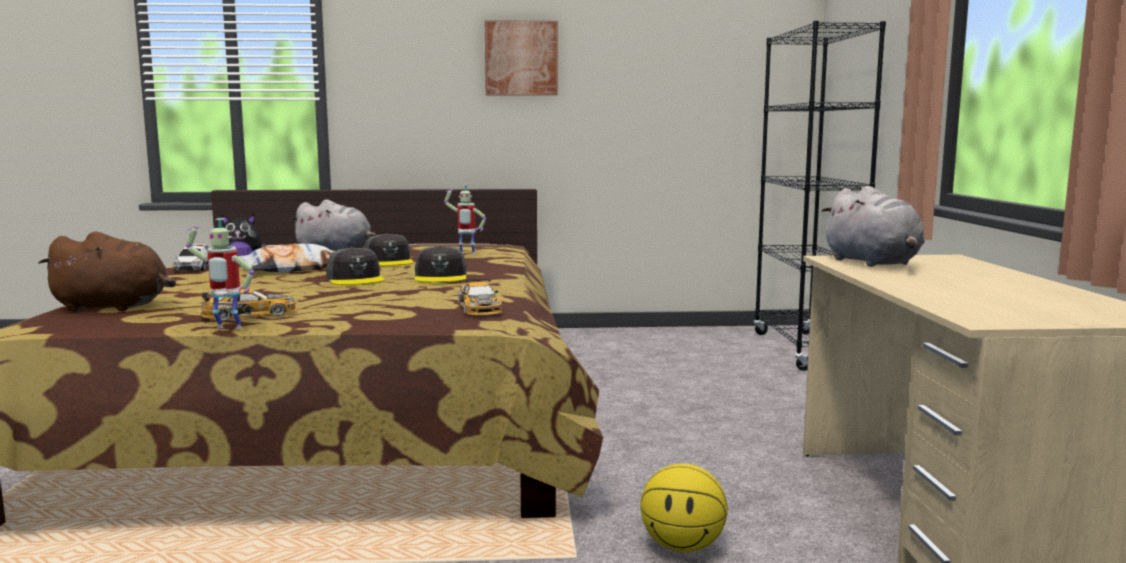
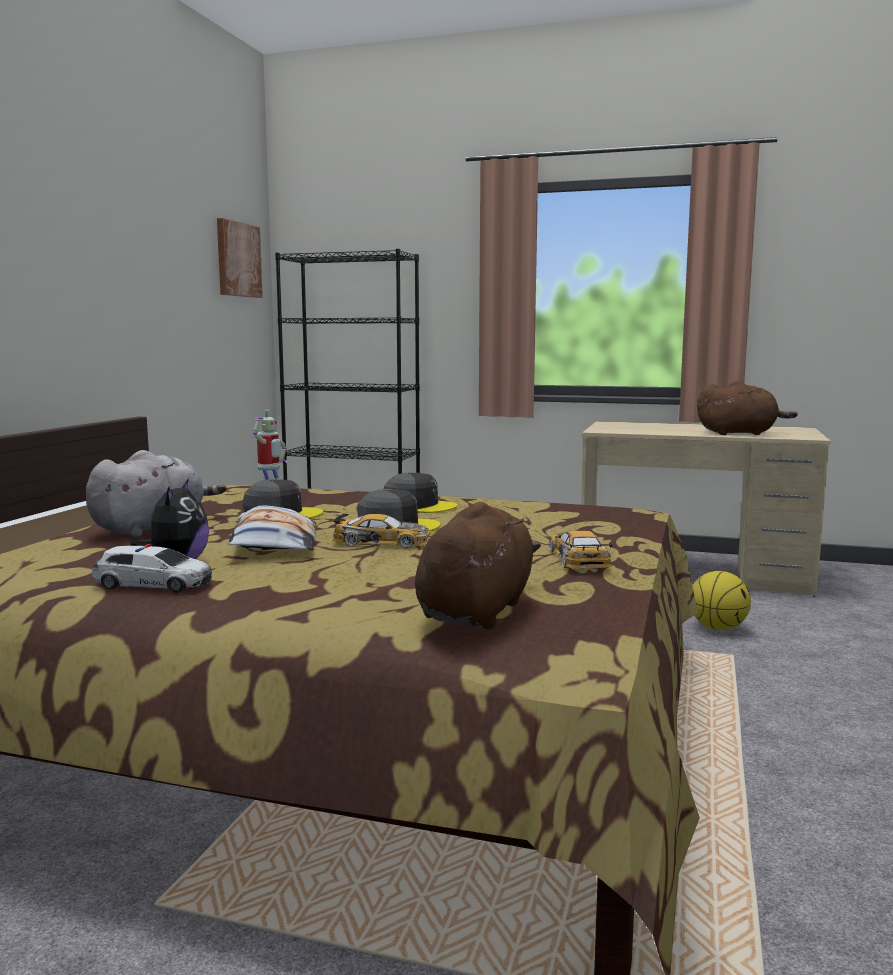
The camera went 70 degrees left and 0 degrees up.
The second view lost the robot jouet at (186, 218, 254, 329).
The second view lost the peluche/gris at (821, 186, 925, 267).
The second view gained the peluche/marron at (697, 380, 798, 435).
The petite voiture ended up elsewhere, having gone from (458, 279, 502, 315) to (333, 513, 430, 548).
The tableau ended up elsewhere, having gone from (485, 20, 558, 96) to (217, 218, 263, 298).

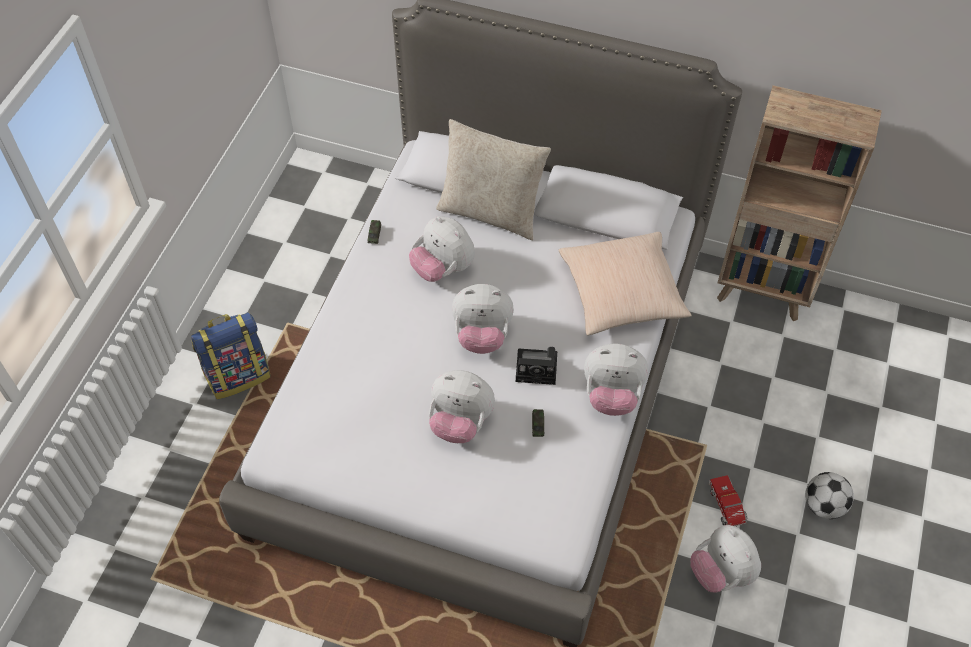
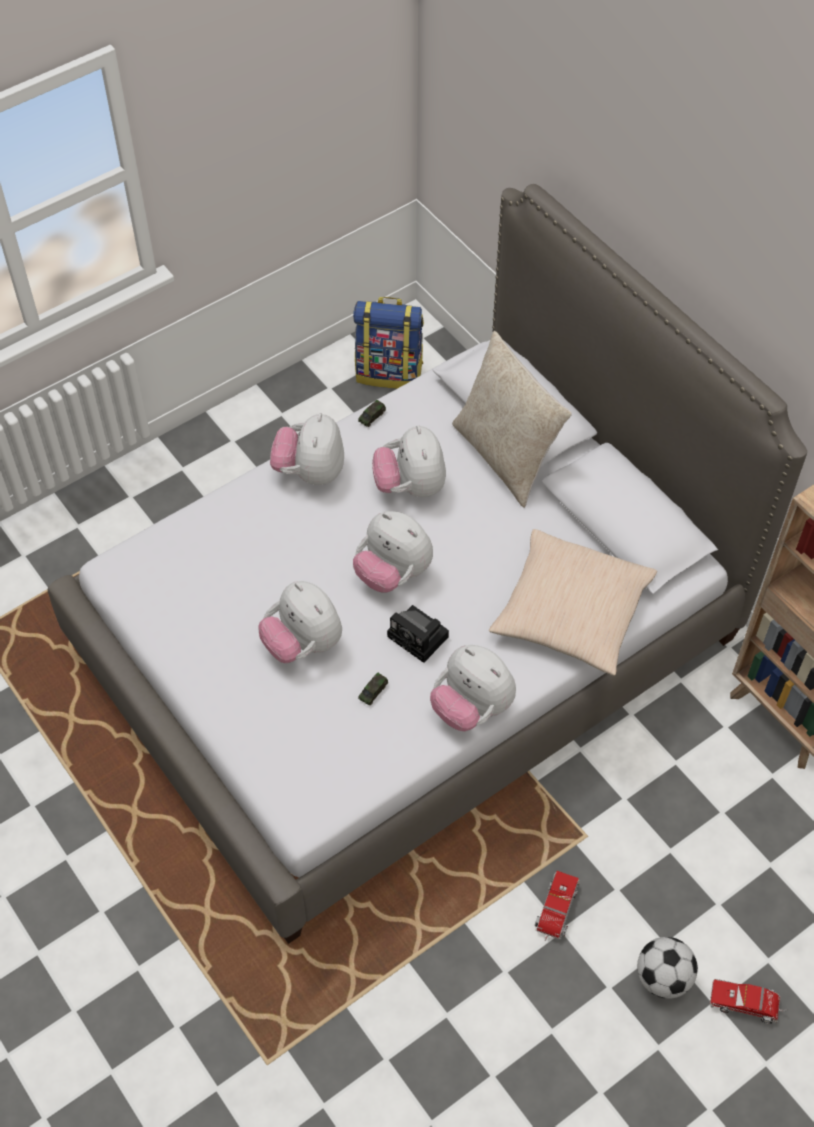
The camera went 35 degrees right and 0 degrees up.
The second view gained the camion jouet at (710, 979, 788, 1024).
The sac à dos ended up elsewhere, having gone from (191, 312, 271, 399) to (353, 297, 424, 389).
The peluche ended up elsewhere, having gone from (690, 525, 761, 593) to (270, 413, 344, 485).

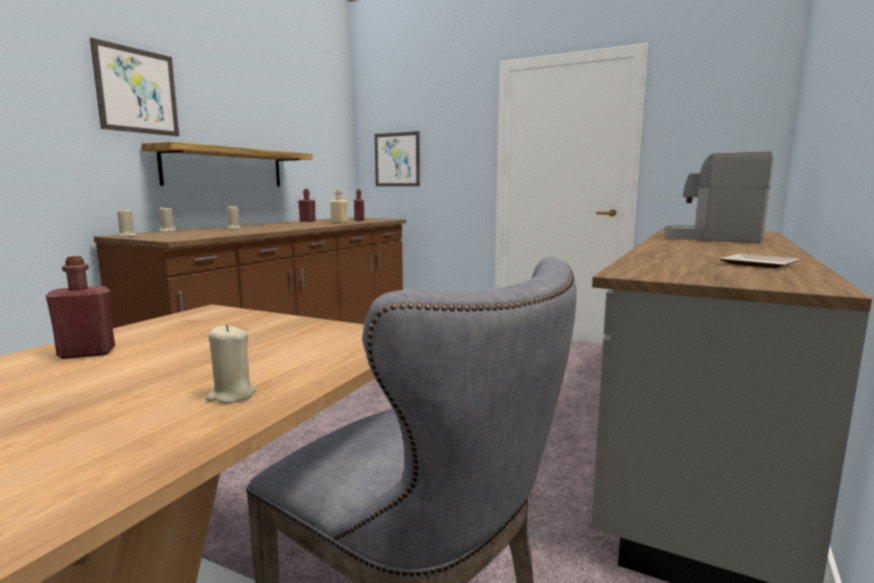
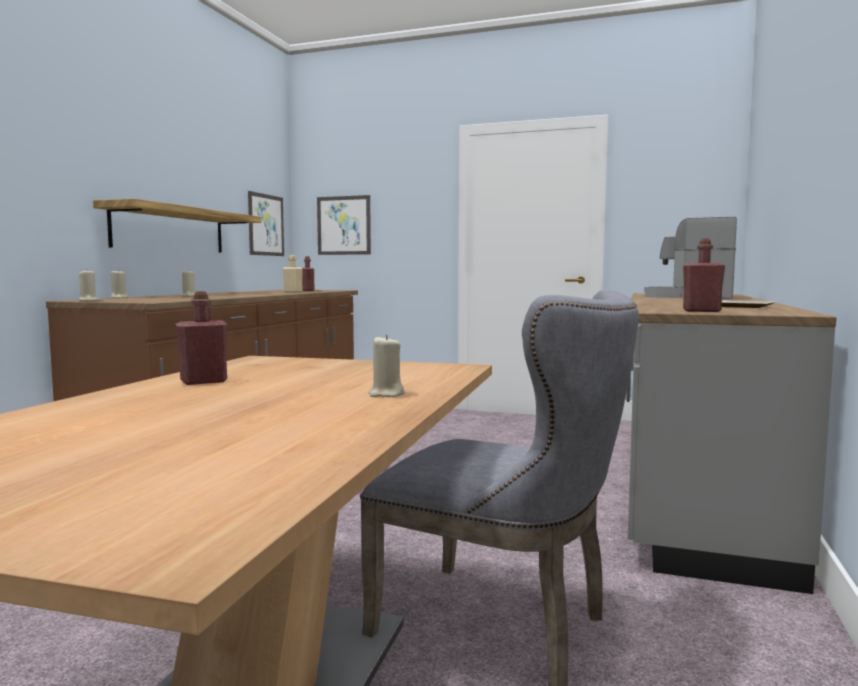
The camera went 10 degrees left and 5 degrees down.
The tableau ended up elsewhere, having gone from (90, 38, 179, 136) to (248, 191, 284, 256).
The bouteille/rouge ended up elsewhere, having gone from (298, 189, 316, 222) to (683, 239, 725, 312).

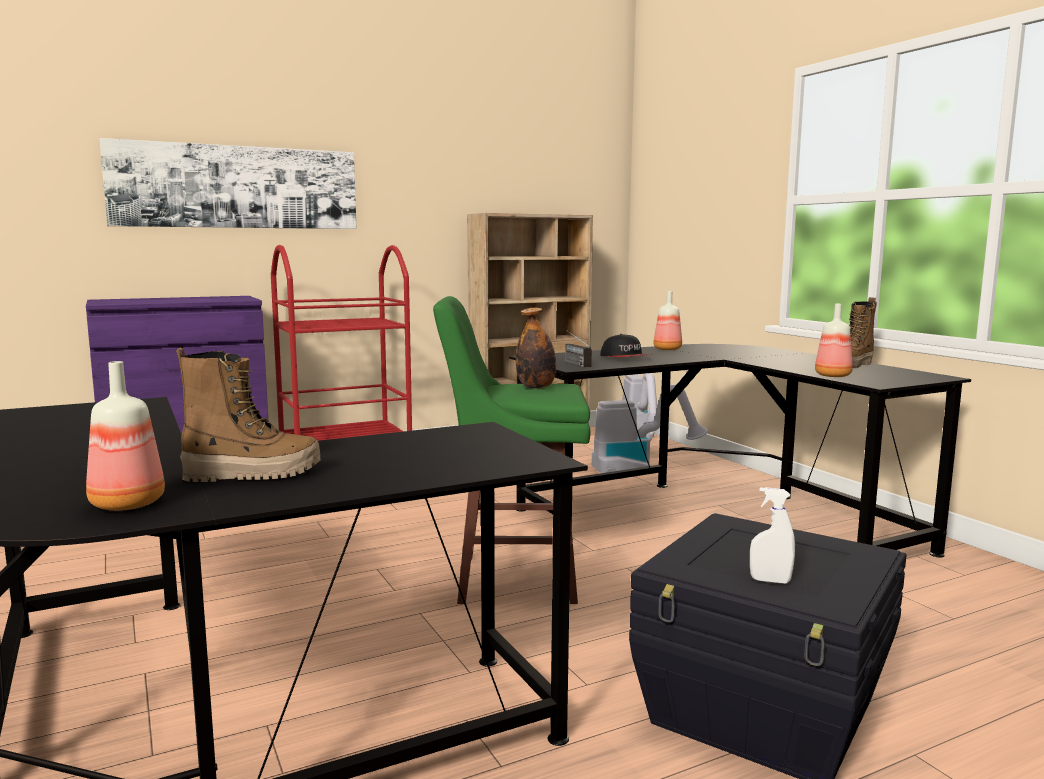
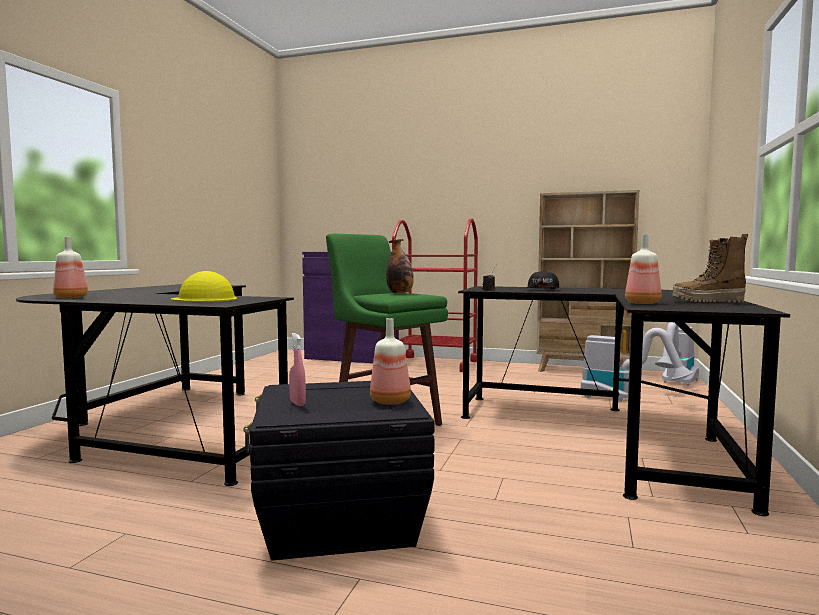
The camera went 45 degrees right and 5 degrees down.
The second view lost the tableau at (100, 138, 356, 229).
The second view lost the botte at (176, 348, 320, 482).
The second view gained the casque de chantier/jaune at (171, 271, 237, 302).
The bouteille ended up elsewhere, having gone from (654, 291, 682, 350) to (370, 318, 411, 405).
What was the vaporisateur/blanc at (750, 487, 795, 584) turned into the vaporisateur/rose at (289, 333, 306, 406).

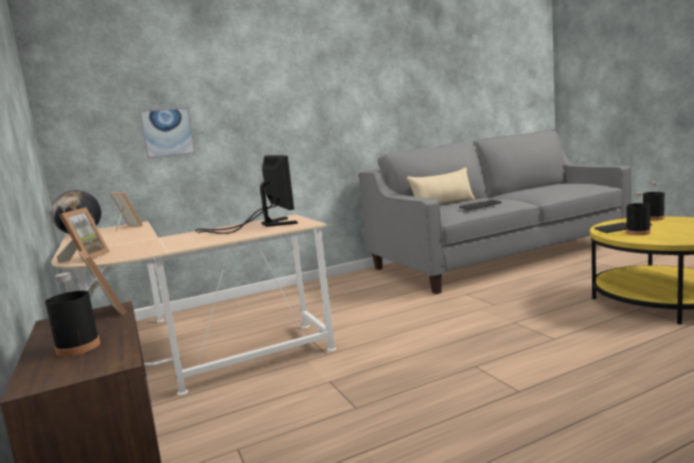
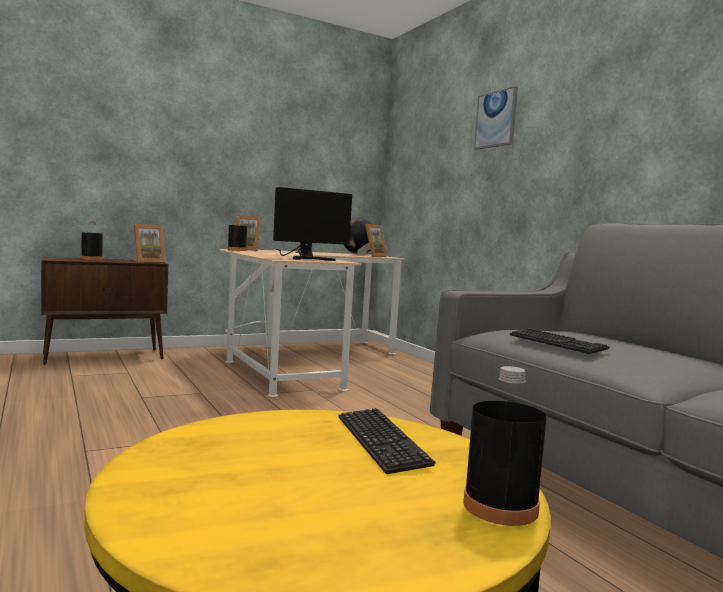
The camera went 85 degrees right and 5 degrees down.
The second view lost the coussin/beige at (407, 167, 475, 205).
The tableau ended up elsewhere, having gone from (139, 107, 195, 159) to (474, 86, 518, 150).
The bouteille/noir ended up elsewhere, having gone from (626, 192, 651, 235) to (228, 214, 247, 251).

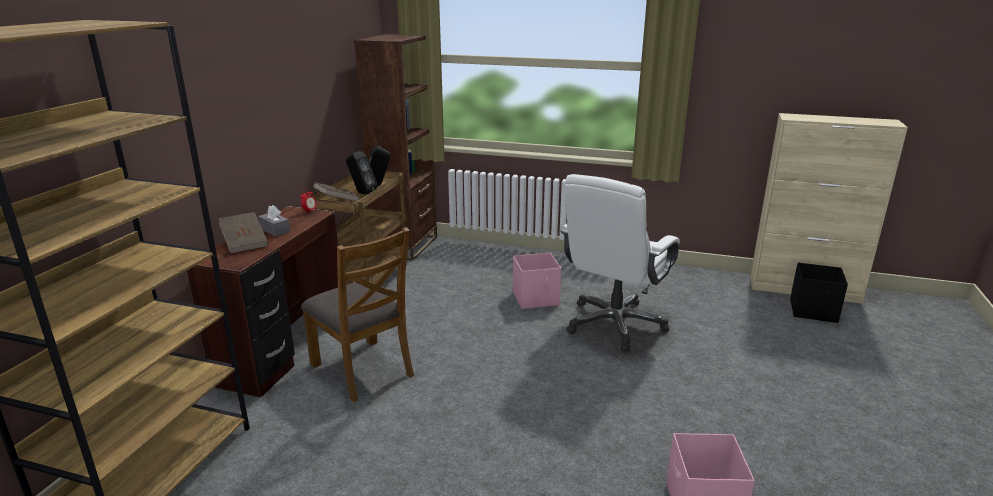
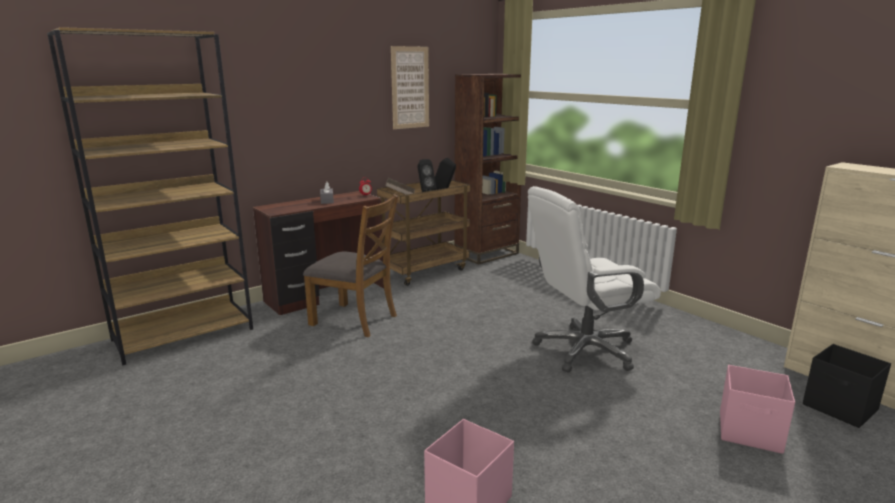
The camera went 35 degrees right and 5 degrees down.
The second view lost the livre/marron at (218, 212, 269, 254).
The second view gained the tableau at (391, 46, 429, 129).
The boîte de rangement/rose ended up elsewhere, having gone from (513, 253, 561, 309) to (720, 365, 795, 454).
The chaise/marron at (301, 227, 414, 403) ended up facing another way, 60 degrees counterclockwise from before.

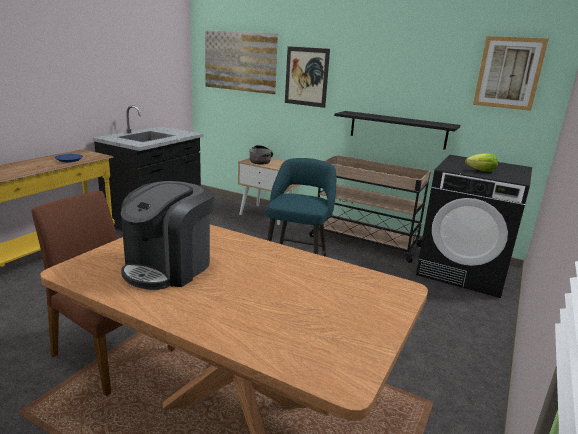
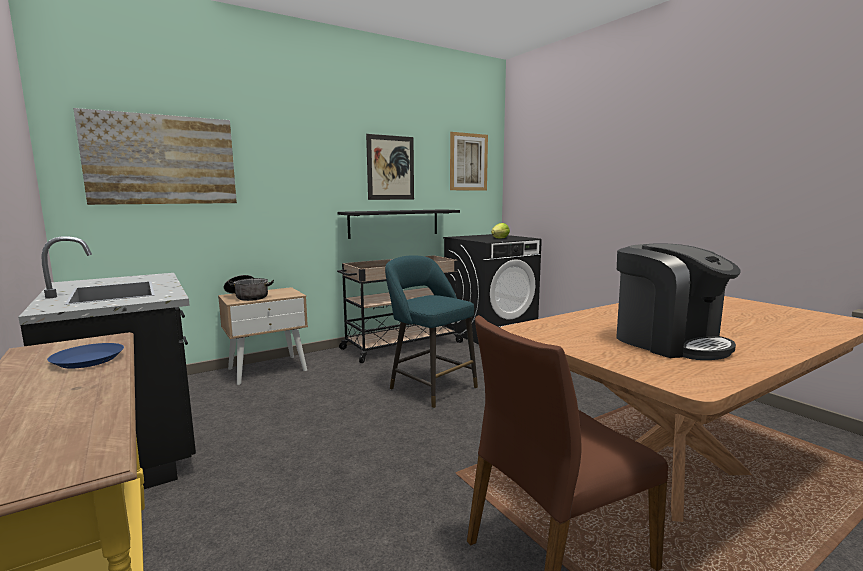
The camera went 60 degrees left and 10 degrees down.
The tableau ended up elsewhere, having gone from (285, 46, 330, 108) to (366, 134, 414, 200).

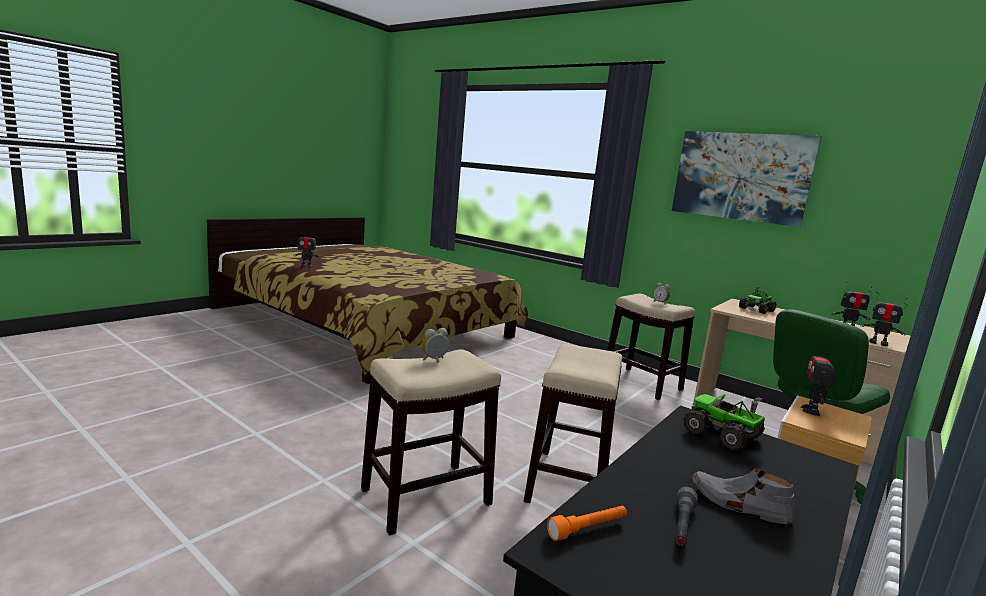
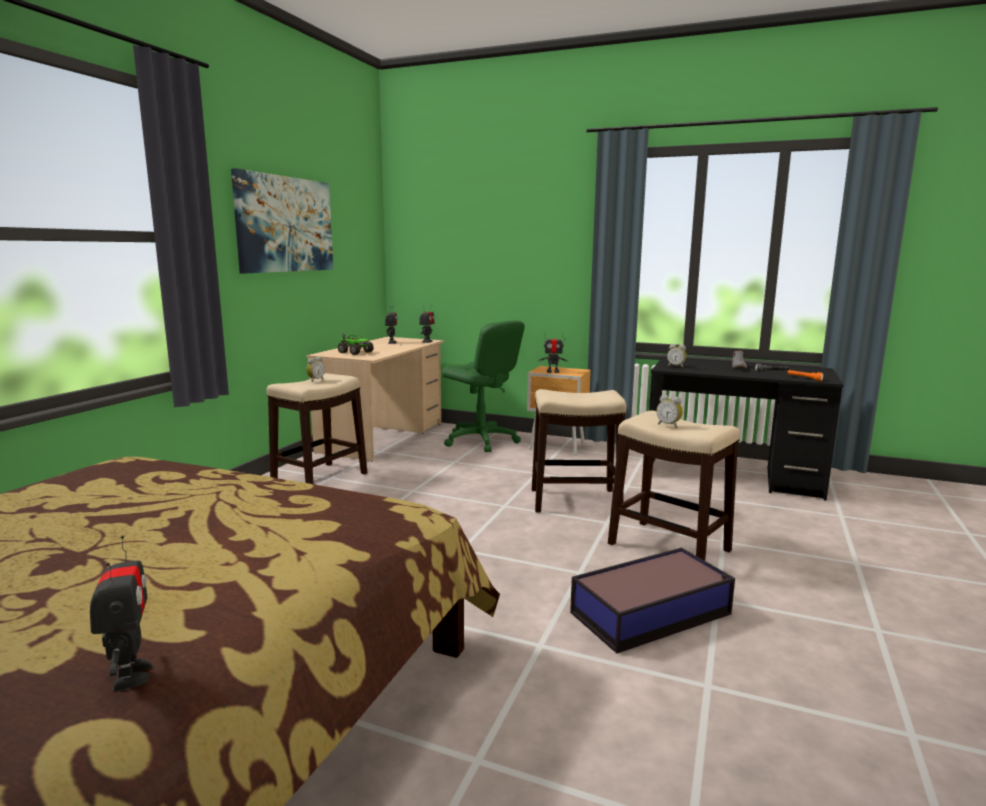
The camera went 105 degrees left and 0 degrees up.
The second view gained the boîte de rangement at (570, 548, 735, 654).
Where the camion jouet stood at (683, 394, 765, 451), the réveil came to stand at (667, 344, 686, 368).

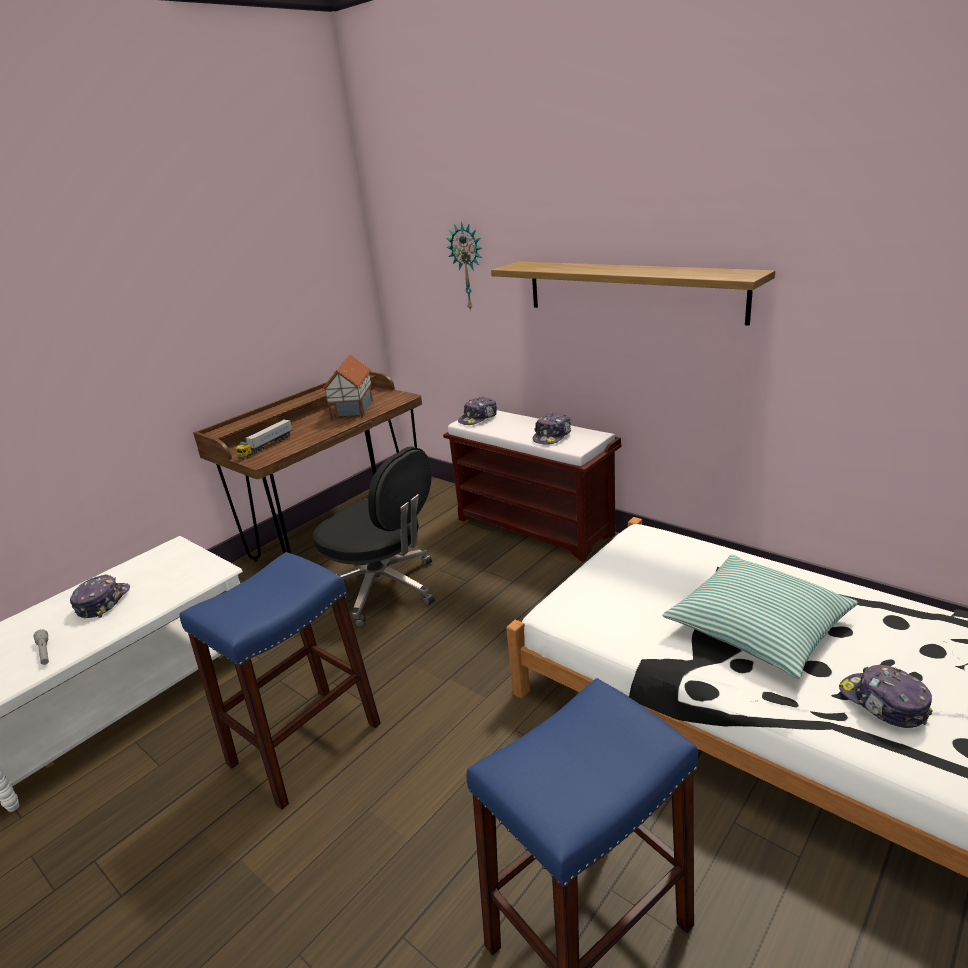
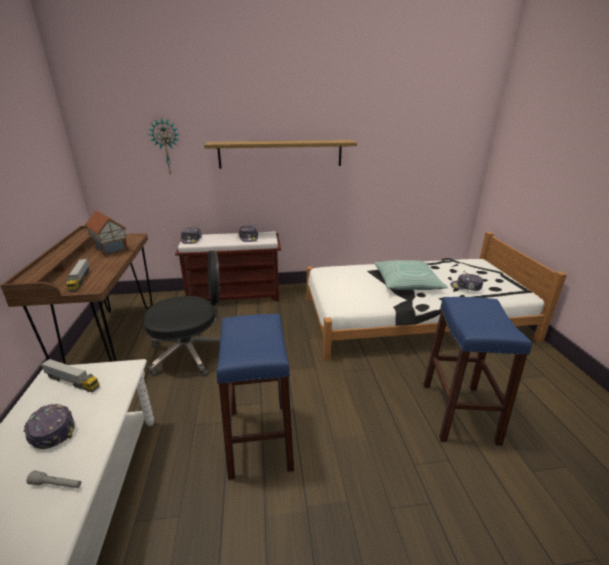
The camera went 50 degrees left and 0 degrees up.
The second view gained the camion jouet at (41, 359, 100, 392).

